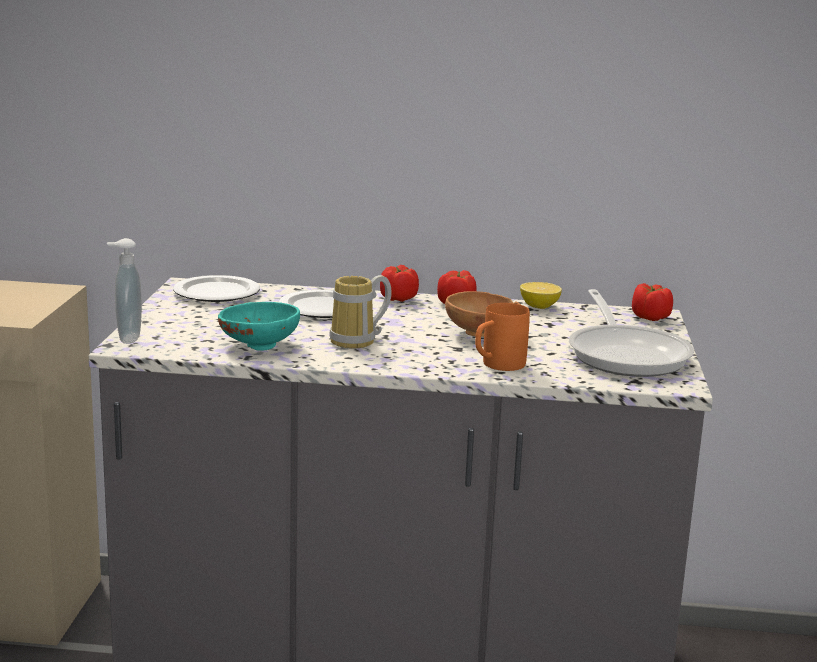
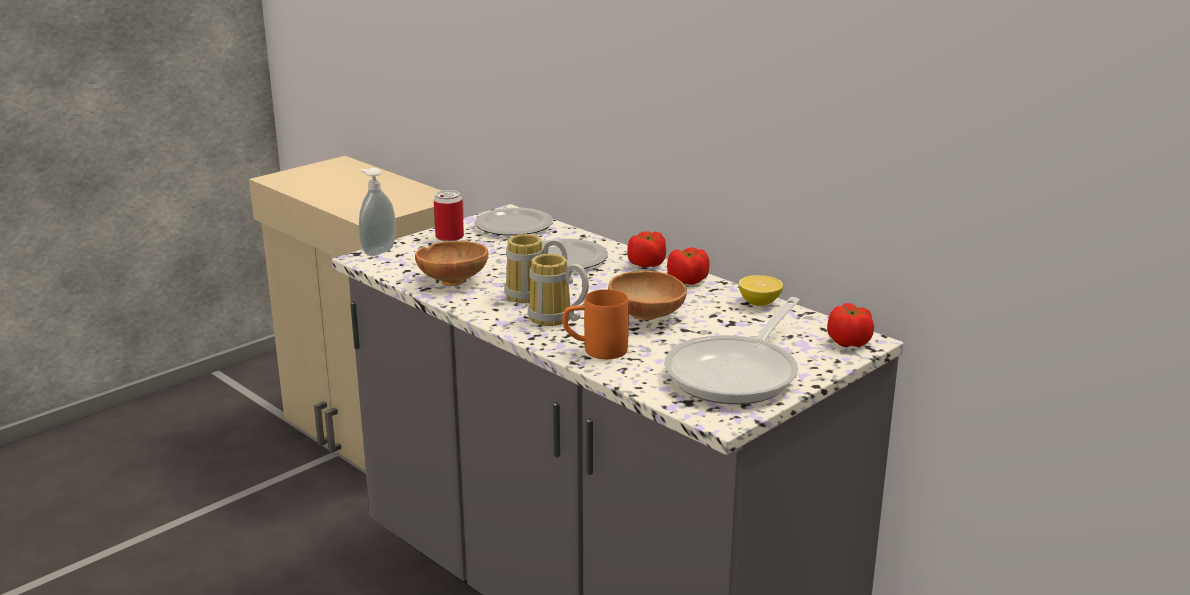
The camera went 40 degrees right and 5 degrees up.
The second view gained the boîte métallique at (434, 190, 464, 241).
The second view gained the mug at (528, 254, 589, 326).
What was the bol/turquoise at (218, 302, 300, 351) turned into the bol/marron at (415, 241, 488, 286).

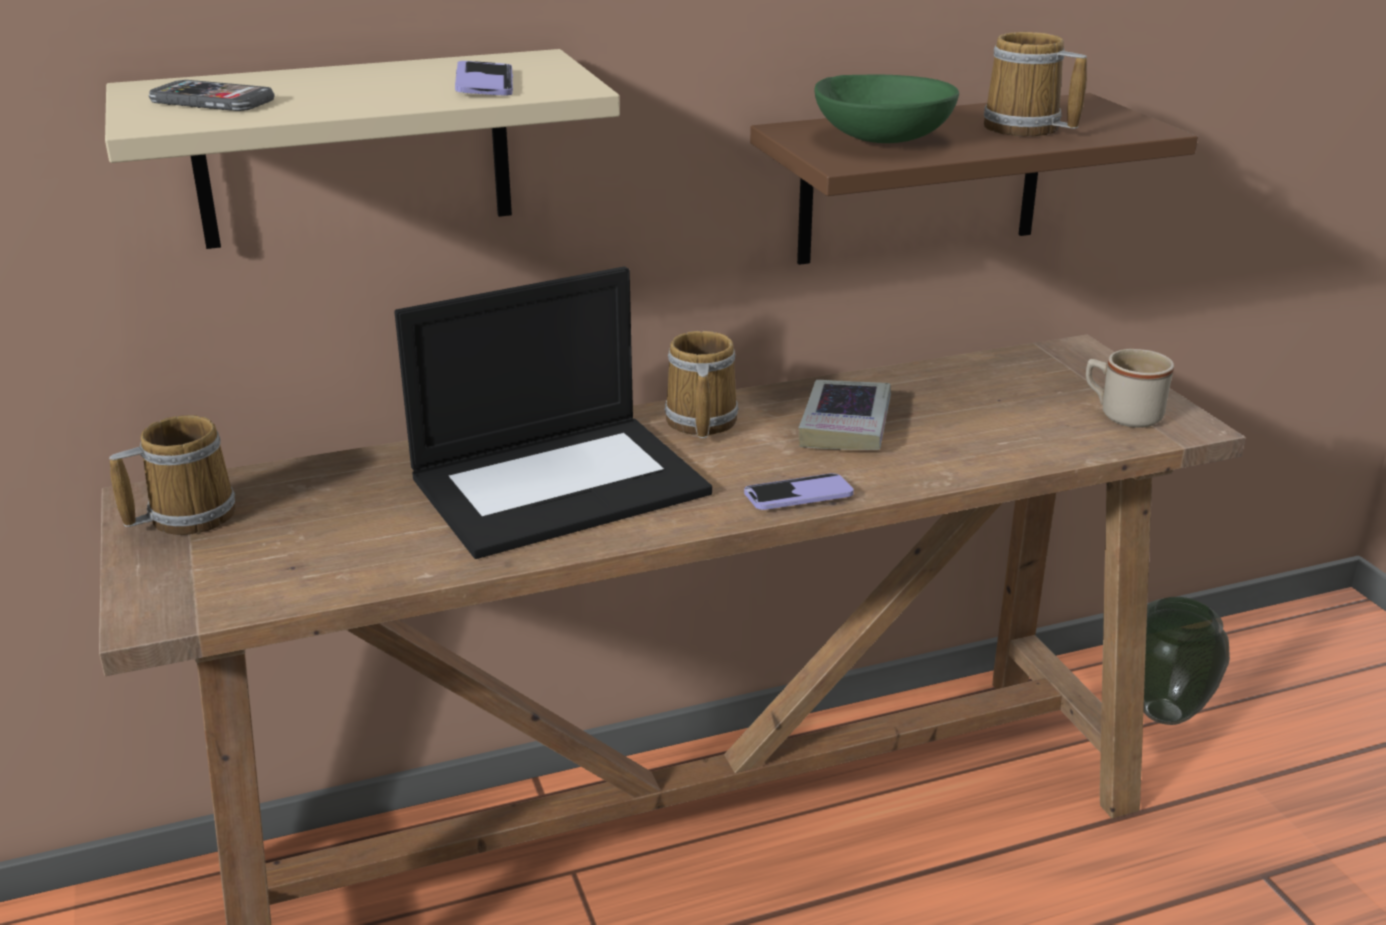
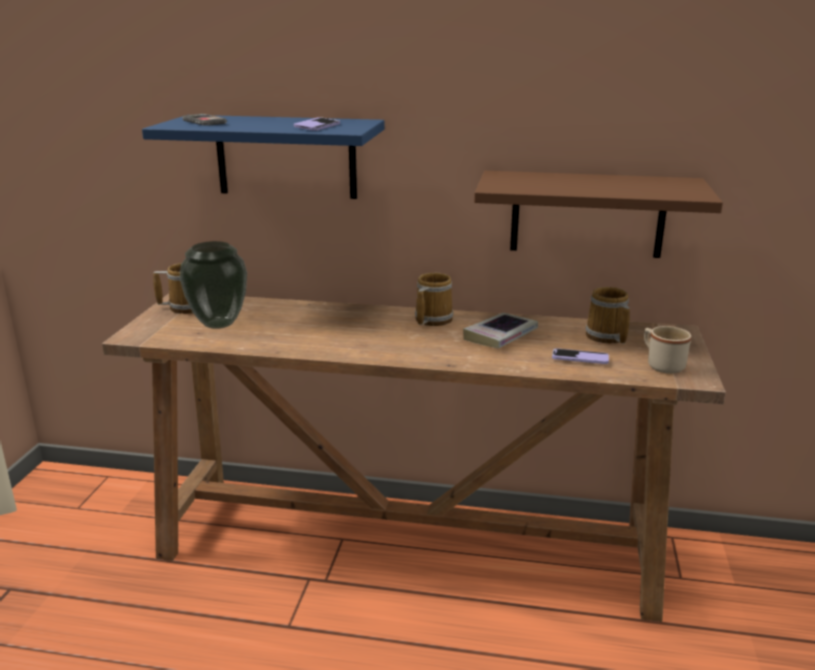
The camera went 30 degrees right and 5 degrees down.
The second view lost the ordinateur portable at (394, 267, 712, 559).
The second view lost the bol/vert at (815, 74, 959, 143).
The téléphone ended up elsewhere, having gone from (744, 473, 854, 510) to (552, 348, 609, 364).
The mug ended up elsewhere, having gone from (984, 32, 1087, 137) to (586, 287, 630, 344).
The vase ended up elsewhere, having gone from (1144, 597, 1230, 725) to (179, 241, 247, 329).
What was the étagère/beige at (105, 49, 620, 249) turned into the étagère/bleu at (142, 115, 385, 199).

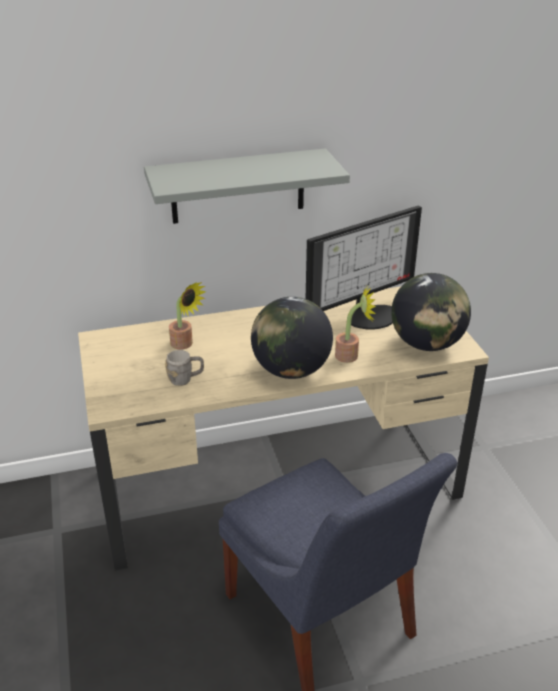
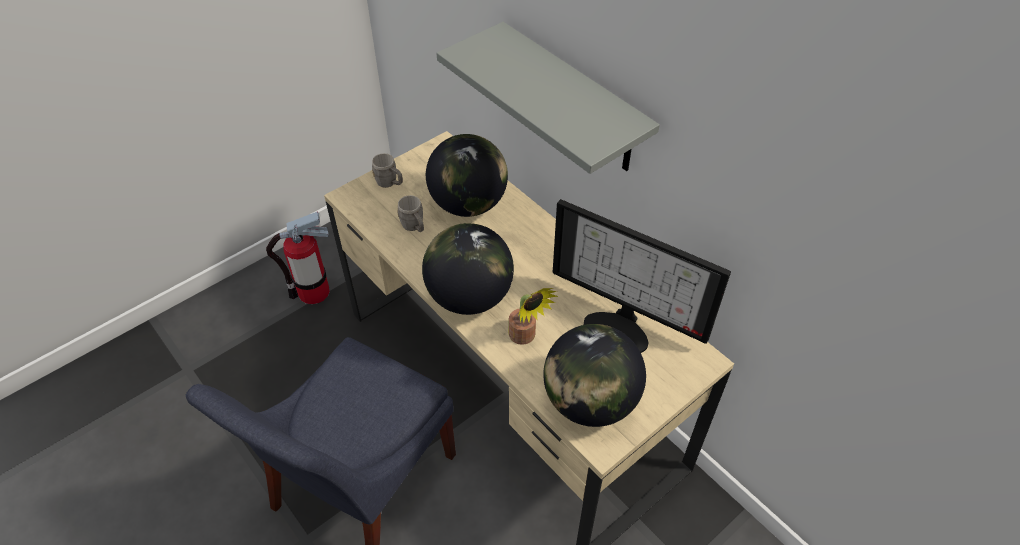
The camera went 65 degrees right and 15 degrees up.
The second view gained the extincteur at (266, 211, 330, 304).
The second view gained the mug/gris at (372, 153, 403, 188).
Where the plante en pot stood at (169, 282, 206, 350), the globe came to stand at (426, 134, 508, 217).

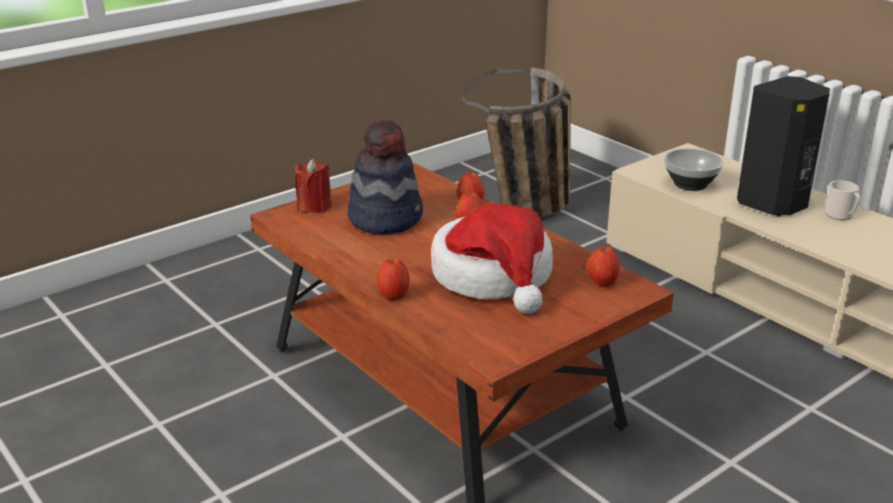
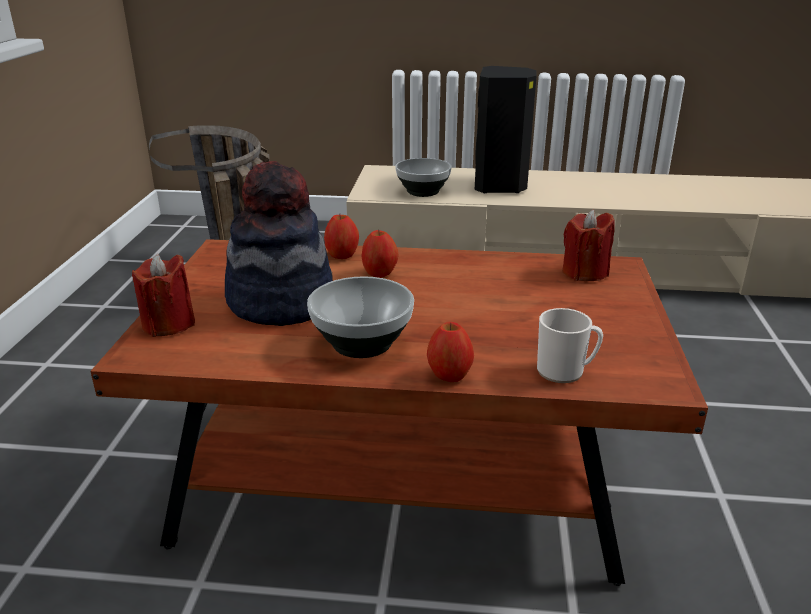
The camera went 45 degrees left and 0 degrees up.
The second view lost the chapeau at (431, 203, 553, 314).
The second view gained the bol at (307, 276, 414, 358).
The mug ended up elsewhere, having gone from (826, 180, 860, 220) to (537, 308, 603, 383).
Where the pomme stood at (587, 246, 620, 286), the bougie/rouge came to stand at (562, 210, 614, 281).

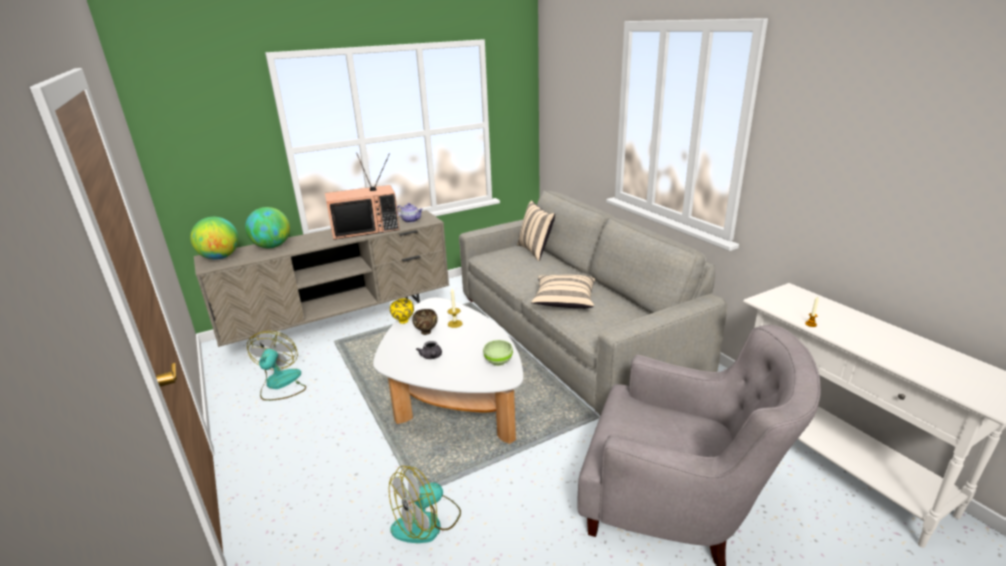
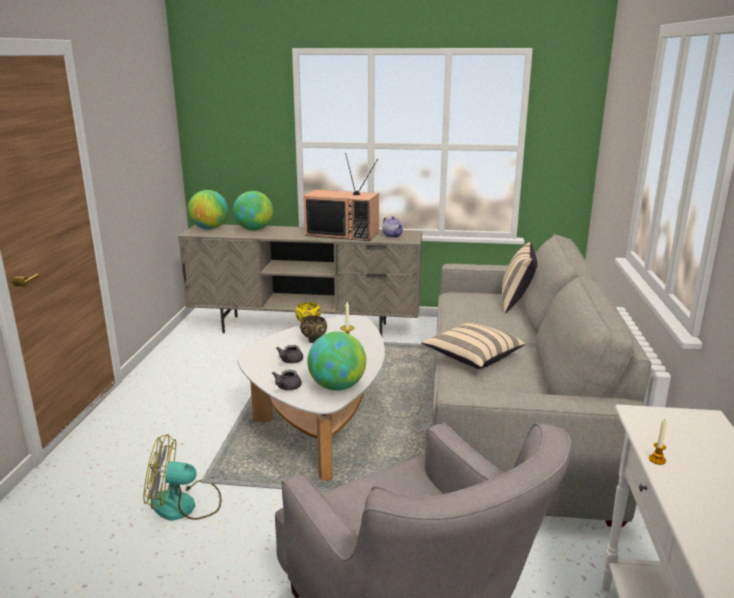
The camera went 35 degrees right and 5 degrees down.
The second view lost the ventilateur at (247, 331, 306, 401).
The second view gained the théière/gris at (272, 370, 302, 390).
Where the bol/vert stood at (483, 340, 513, 366), the globe came to stand at (307, 332, 366, 391).

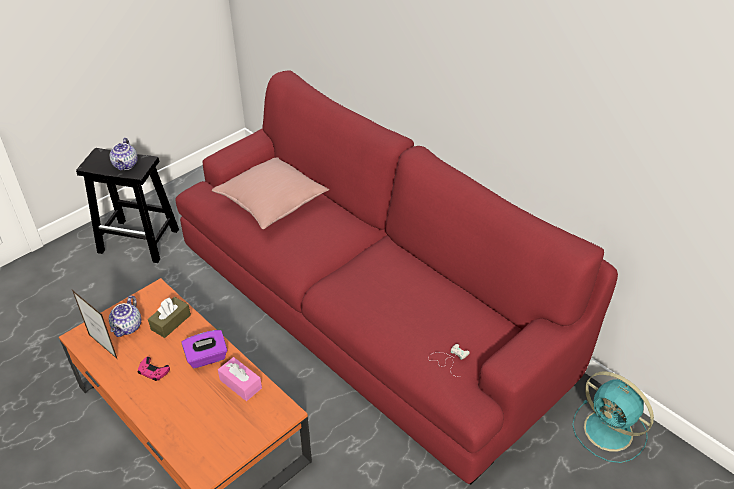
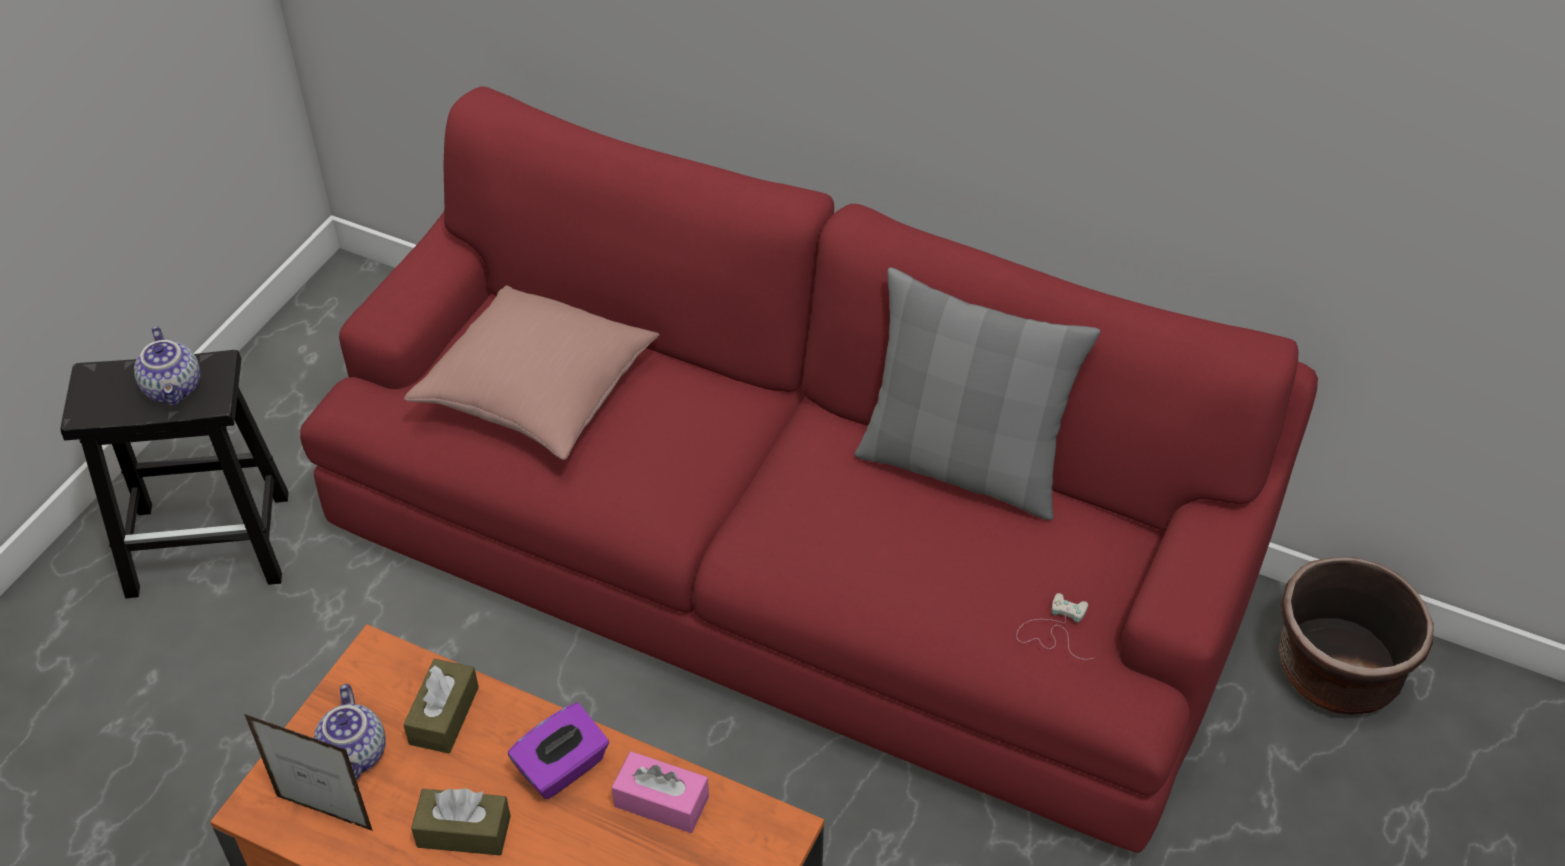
The camera went 20 degrees left and 5 degrees up.
The second view gained the coussin/gris at (854, 267, 1101, 520).
Where the manette/rose stood at (137, 357, 170, 381), the boîte à mouchoirs/marron came to stand at (411, 788, 511, 855).
Where the ventilateur/turquoise stood at (572, 371, 654, 463), the cache-pot/marron came to stand at (1279, 557, 1434, 715).

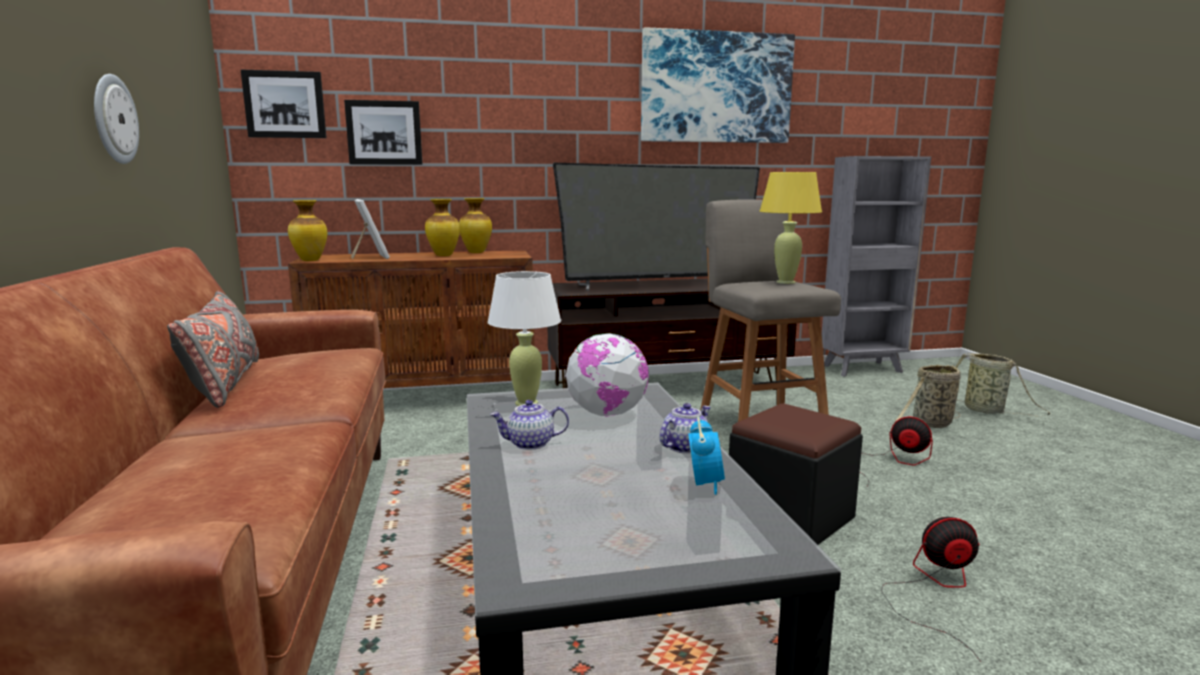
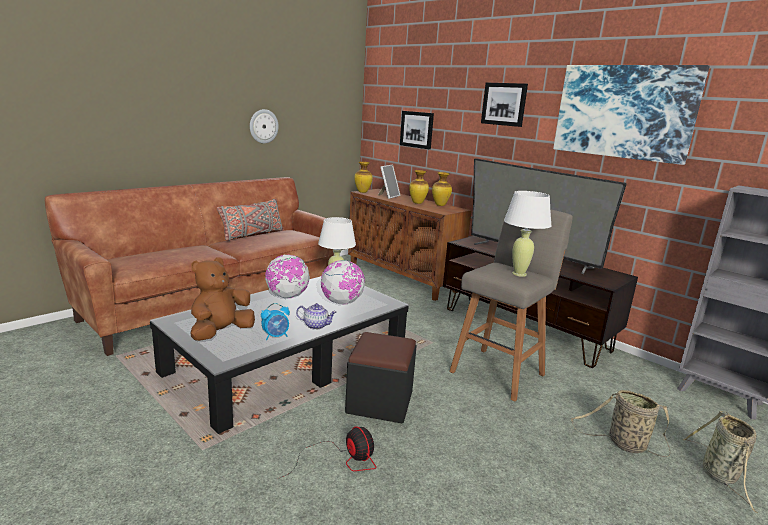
The camera went 55 degrees right and 5 degrees up.
The second view lost the ventilateur at (859, 417, 933, 486).
The second view gained the peluche/marron at (191, 257, 255, 341).
The tableau ended up elsewhere, having gone from (241, 70, 327, 138) to (481, 83, 528, 127).
Where the théière stood at (490, 400, 569, 450), the globe came to stand at (265, 255, 310, 298).
What was the lampe de table/jaune at (760, 172, 822, 284) turned into the lampe de table/blanc at (504, 191, 552, 277).

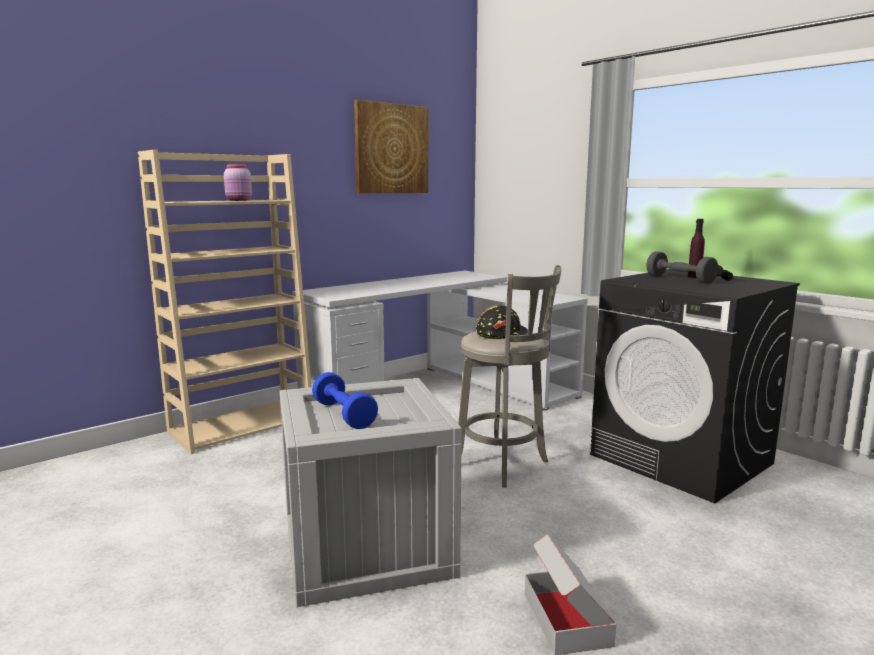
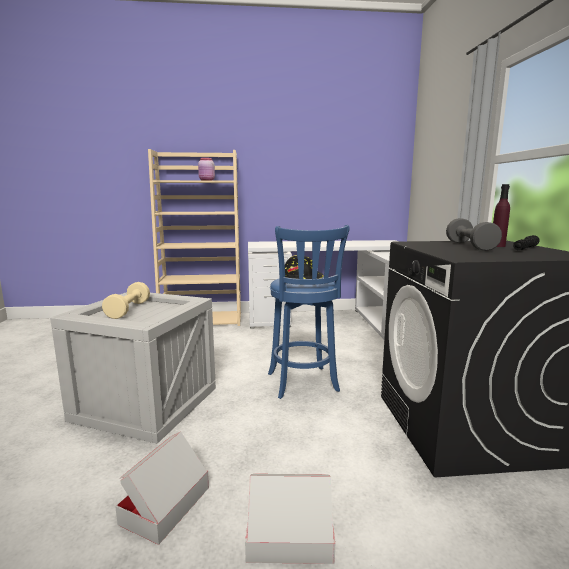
The camera went 35 degrees right and 0 degrees up.
The second view lost the tableau at (354, 100, 429, 193).
The second view gained the carton at (245, 474, 335, 564).
What was the haltère/bleu at (312, 372, 378, 429) turned into the haltère/beige at (102, 282, 150, 319).
What was the tabouret/gris at (458, 265, 561, 488) turned into the tabouret/bleu at (268, 225, 350, 399).

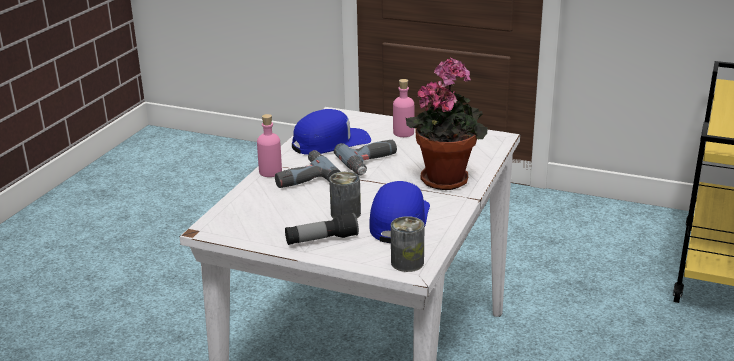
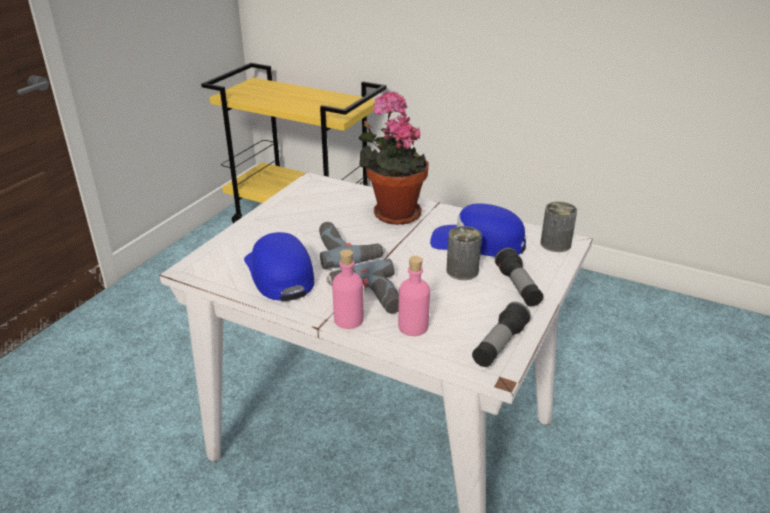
The camera went 85 degrees left and 5 degrees up.
The second view gained the lampe de poche at (472, 302, 531, 367).
The bouteille/rose ended up elsewhere, having gone from (393, 79, 414, 137) to (398, 256, 430, 336).

